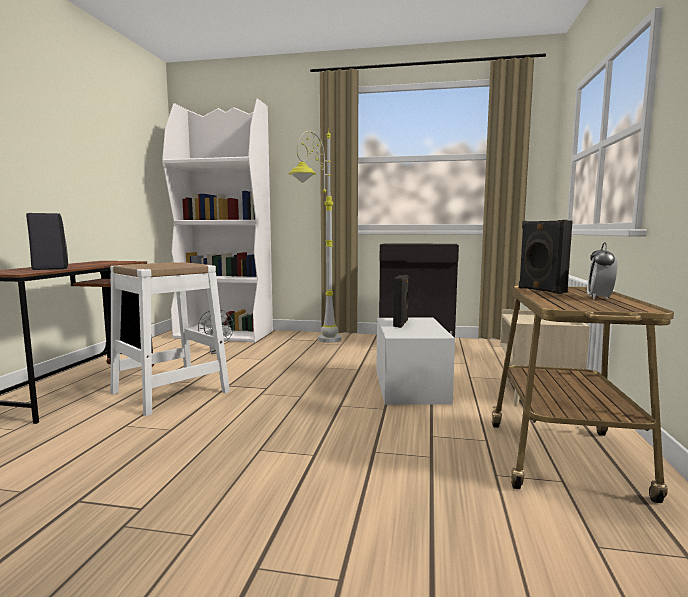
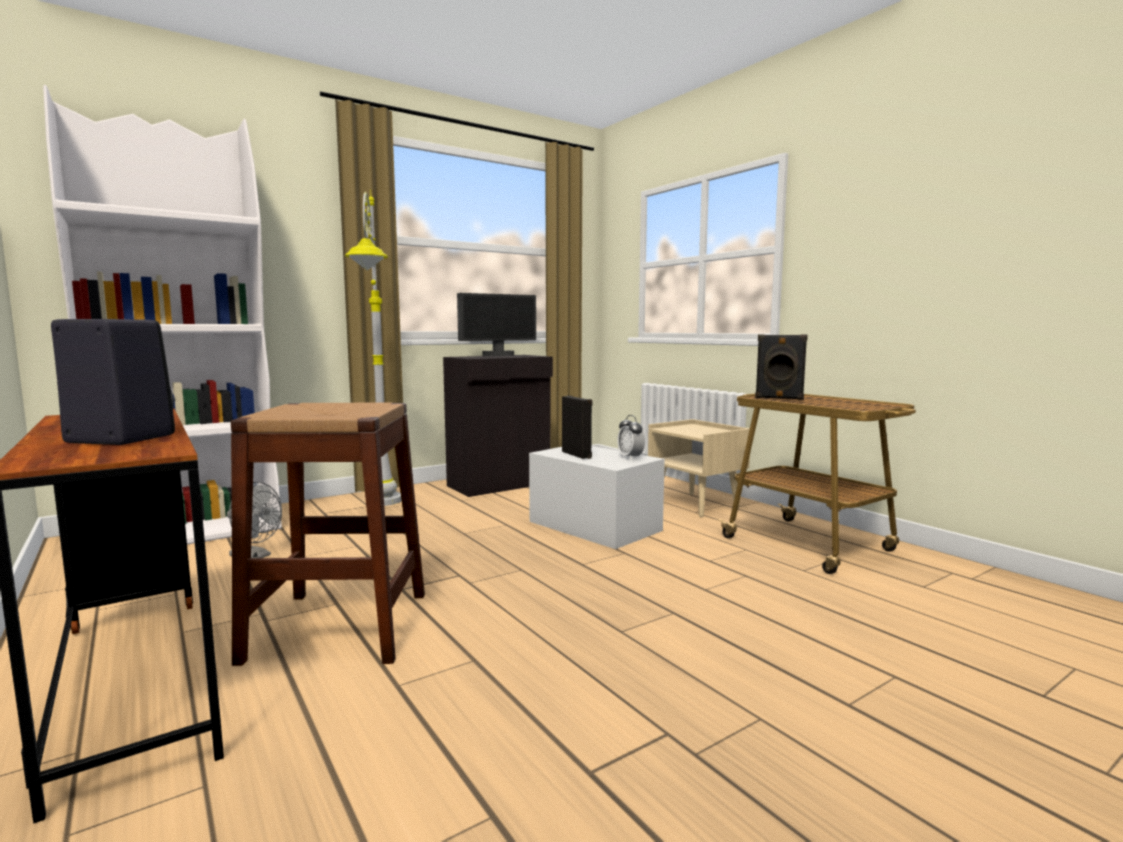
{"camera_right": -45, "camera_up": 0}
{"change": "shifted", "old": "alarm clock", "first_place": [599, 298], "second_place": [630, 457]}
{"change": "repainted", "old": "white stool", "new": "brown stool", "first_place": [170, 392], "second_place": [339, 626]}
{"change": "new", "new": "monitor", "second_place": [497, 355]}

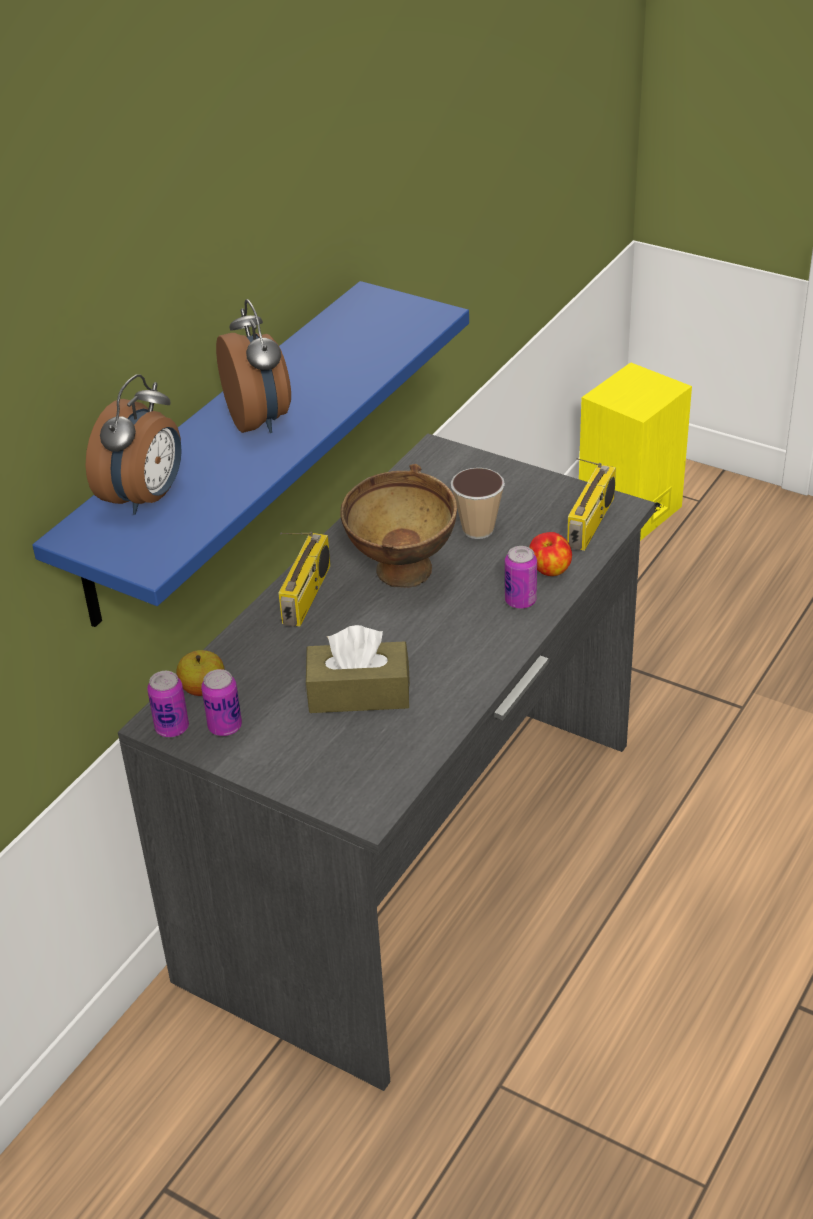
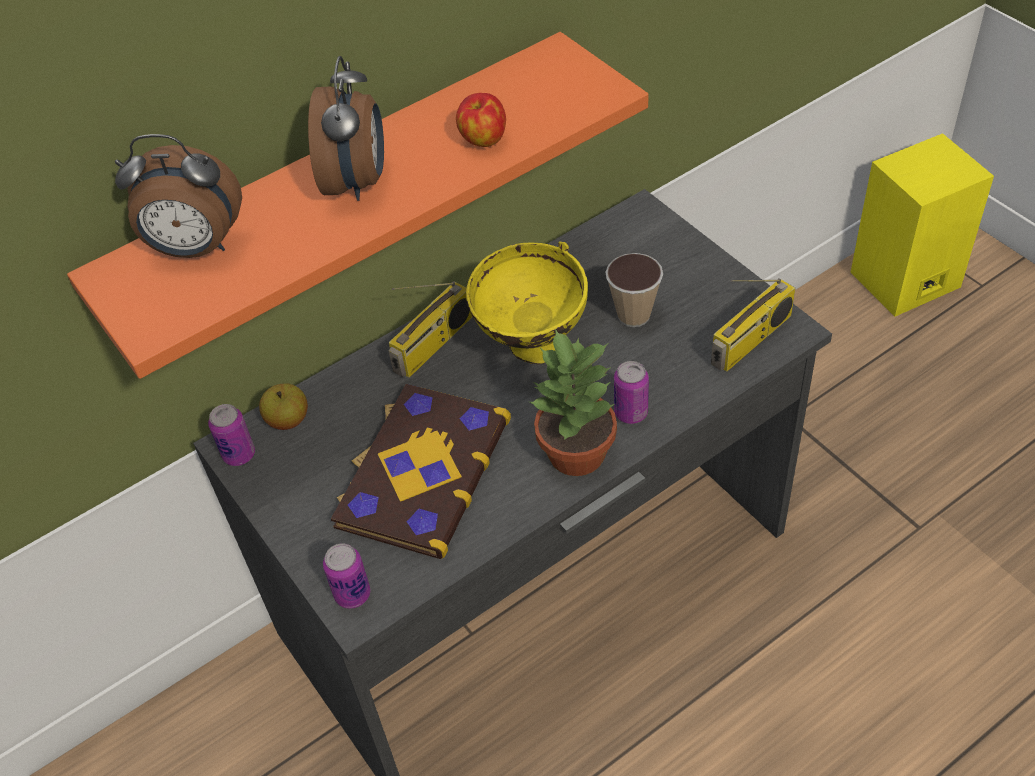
{"camera_right": 25, "camera_up": 10}
{"change": "repainted", "old": "blue shelf", "new": "orange shelf", "first_place": [220, 453], "second_place": [345, 195]}
{"change": "rotated", "old": "alarm clock", "first_place": [146, 498], "second_place": [196, 248], "degrees": 45}
{"change": "repainted", "old": "brown bowl", "new": "yellow bowl", "first_place": [402, 579], "second_place": [531, 352]}
{"change": "shifted", "old": "apple", "first_place": [549, 570], "second_place": [483, 140]}
{"change": "swapped", "old": "brown tissue box", "new": "book", "first_place": [359, 693], "second_place": [421, 471]}
{"change": "shifted", "old": "can", "first_place": [225, 727], "second_place": [352, 594]}
{"change": "new", "new": "potted plant", "second_place": [577, 454]}

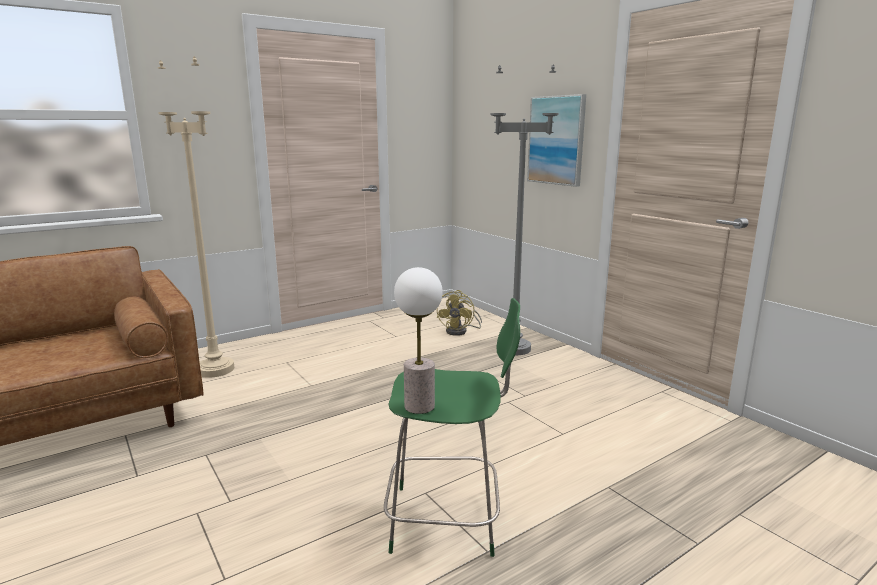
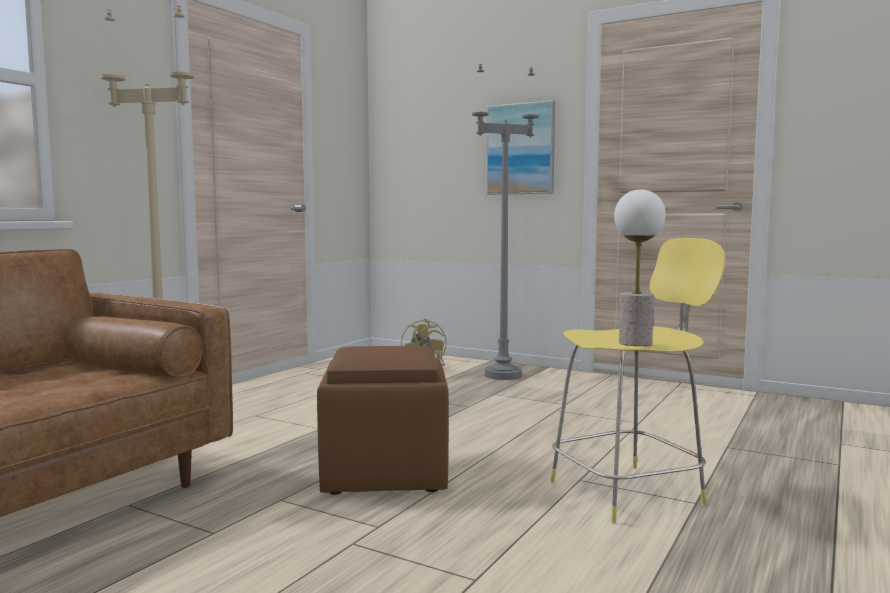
{"camera_right": -25, "camera_up": -10}
{"change": "repainted", "old": "green stool", "new": "yellow stool", "first_place": [448, 520], "second_place": [630, 492]}
{"change": "new", "new": "brown ottoman", "second_place": [386, 473]}

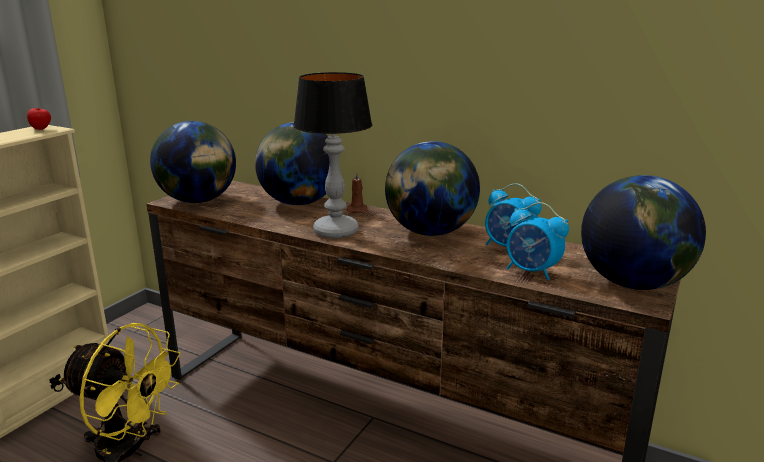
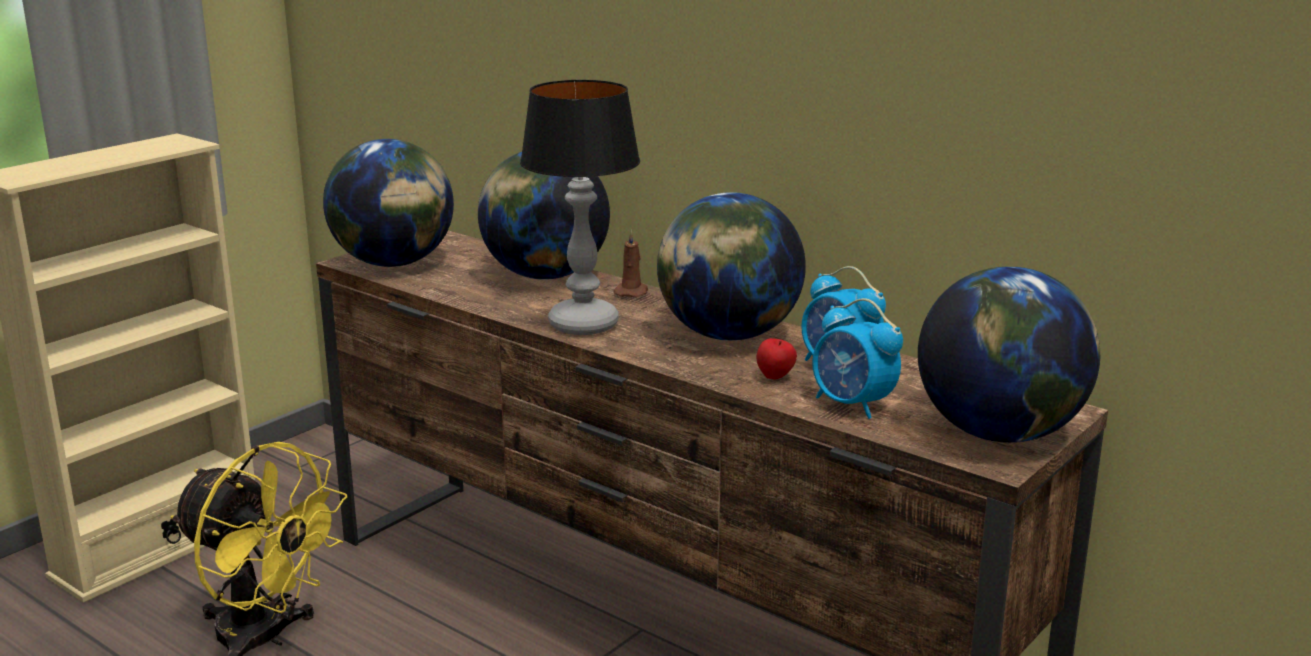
{"camera_right": 10, "camera_up": 0}
{"change": "shifted", "old": "apple", "first_place": [41, 129], "second_place": [775, 378]}

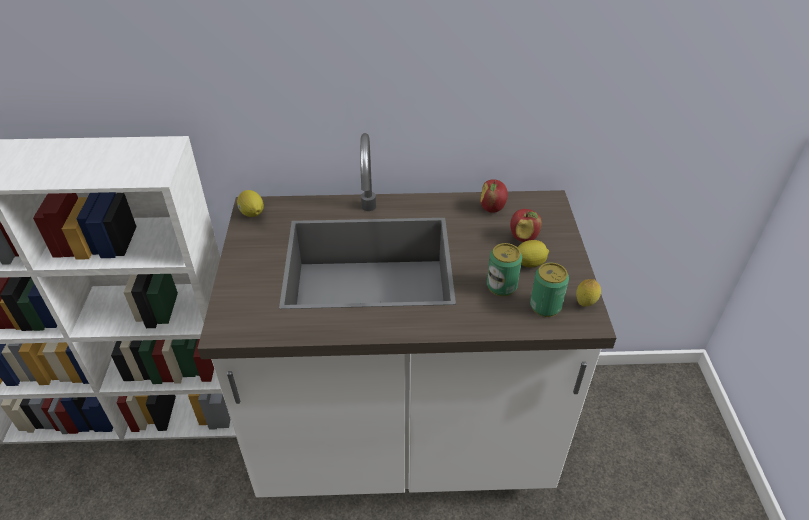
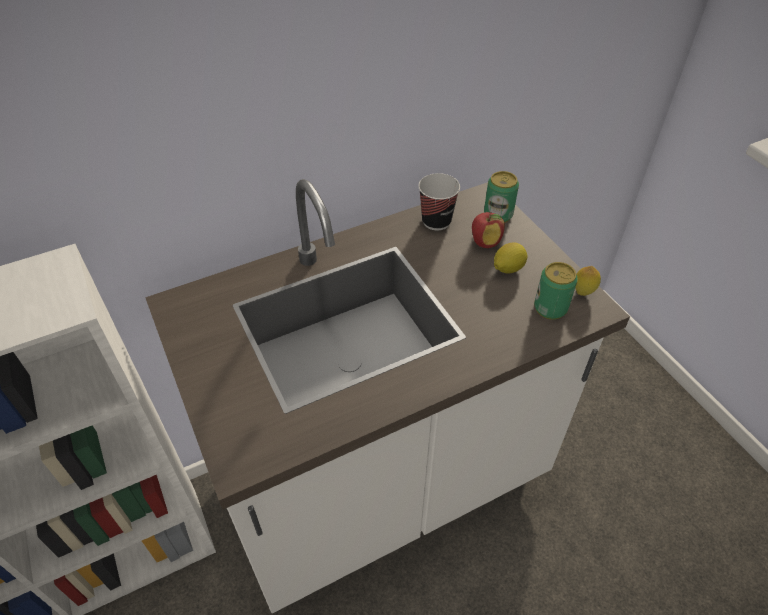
{"camera_right": -25, "camera_up": 5}
{"change": "swapped", "old": "apple", "new": "cup", "first_place": [492, 208], "second_place": [436, 221]}
{"change": "gone", "old": "lemon", "first_place": [252, 214]}
{"change": "shifted", "old": "can", "first_place": [501, 286], "second_place": [498, 214]}

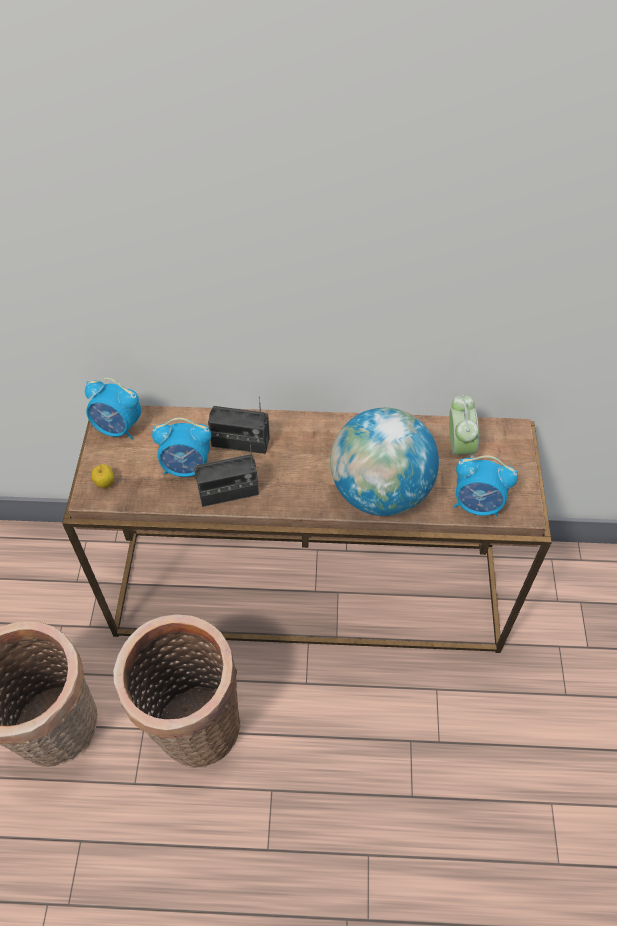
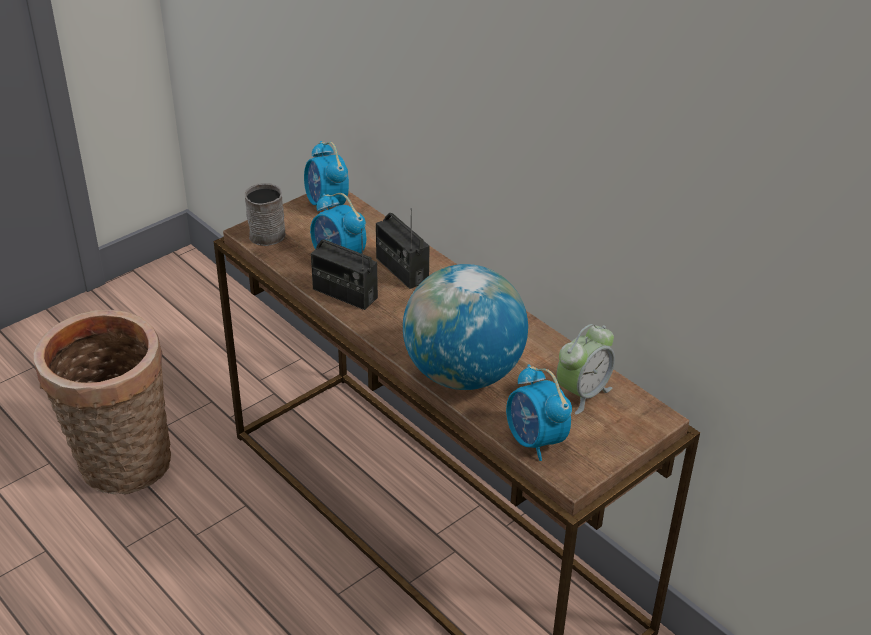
{"camera_right": 45, "camera_up": -15}
{"change": "swapped", "old": "apple", "new": "grey mug", "first_place": [105, 484], "second_place": [268, 231]}
{"change": "gone", "old": "basket", "first_place": [192, 725]}

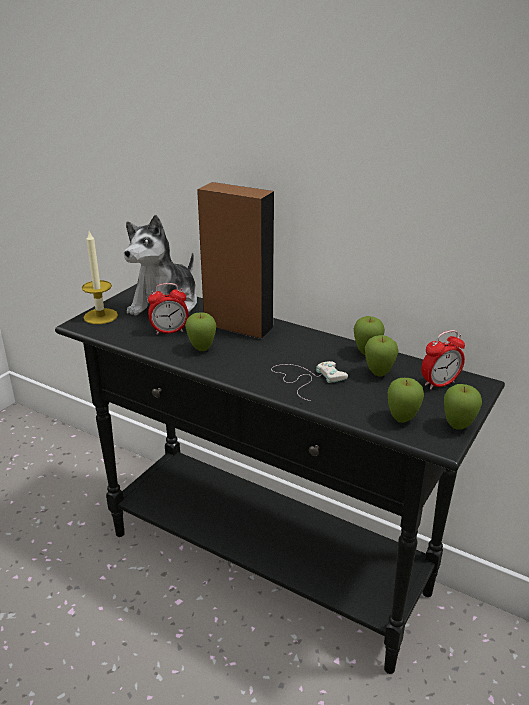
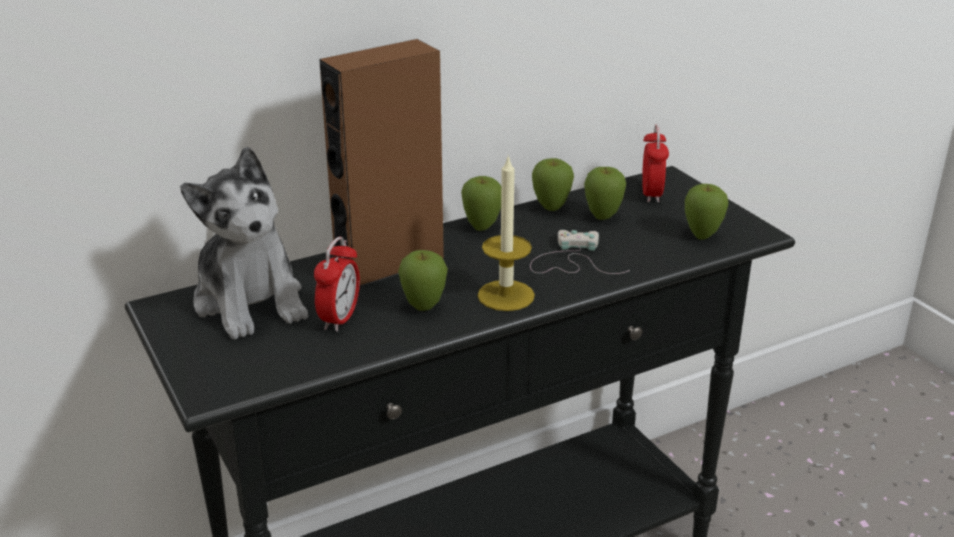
{"camera_right": -60, "camera_up": 0}
{"change": "shifted", "old": "candle", "first_place": [100, 316], "second_place": [506, 295]}
{"change": "shifted", "old": "apple", "first_place": [457, 427], "second_place": [482, 228]}

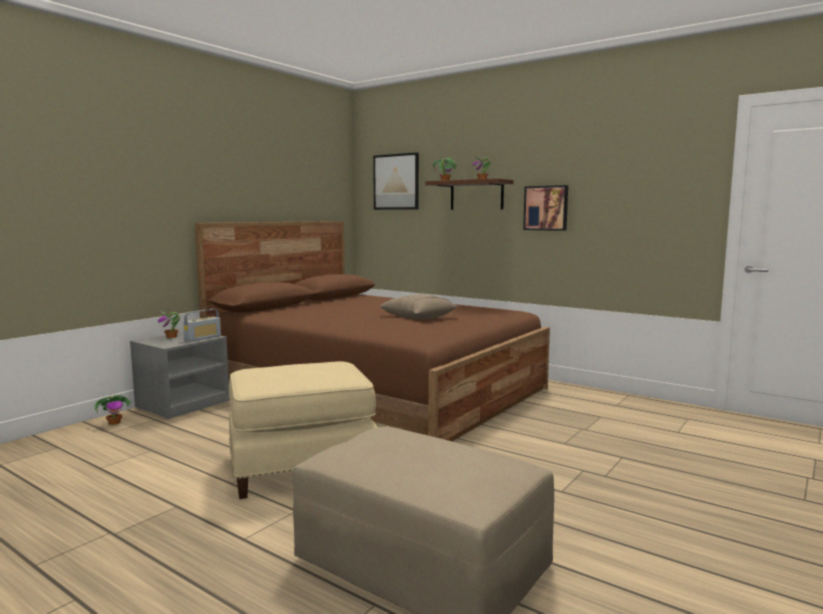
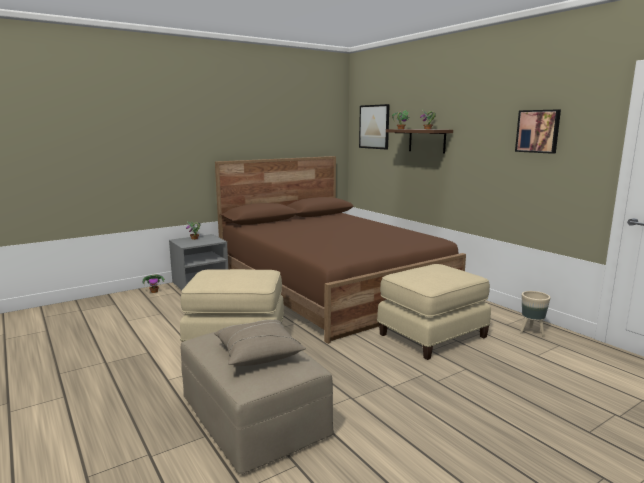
{"camera_right": 20, "camera_up": 5}
{"change": "shifted", "old": "picture", "first_place": [546, 208], "second_place": [538, 131]}
{"change": "shifted", "old": "beige pillow", "first_place": [418, 317], "second_place": [258, 354]}
{"change": "gone", "old": "radio", "first_place": [203, 338]}
{"change": "new", "new": "beige ottoman", "second_place": [431, 335]}
{"change": "new", "new": "beige planter", "second_place": [531, 332]}

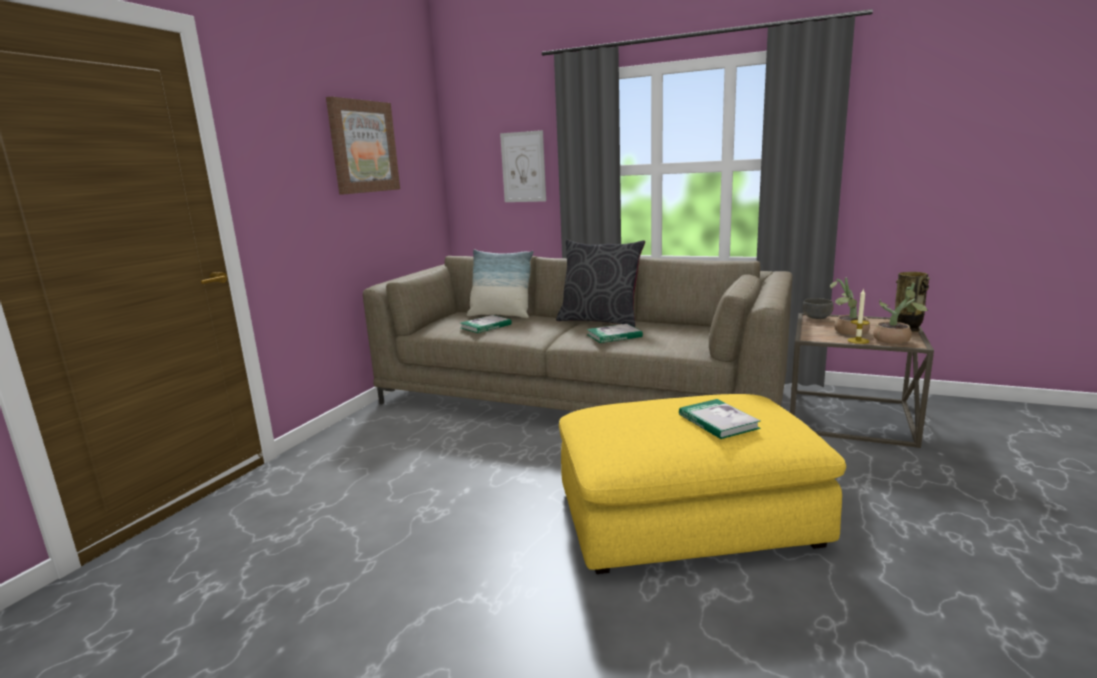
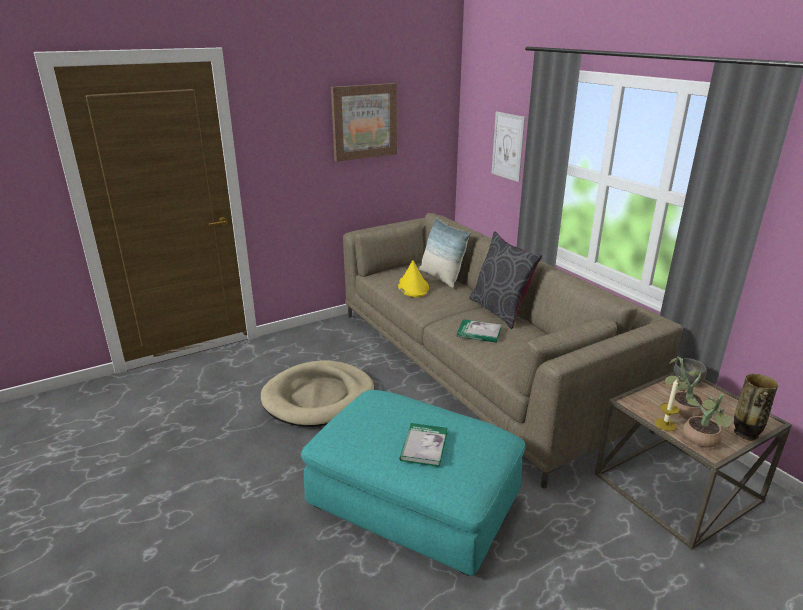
{"camera_right": 35, "camera_up": 10}
{"change": "swapped", "old": "book", "new": "yellow hat", "first_place": [485, 326], "second_place": [413, 287]}
{"change": "repainted", "old": "yellow ottoman", "new": "turquoise ottoman", "first_place": [686, 517], "second_place": [414, 500]}
{"change": "new", "new": "beige dog bed", "second_place": [319, 397]}

